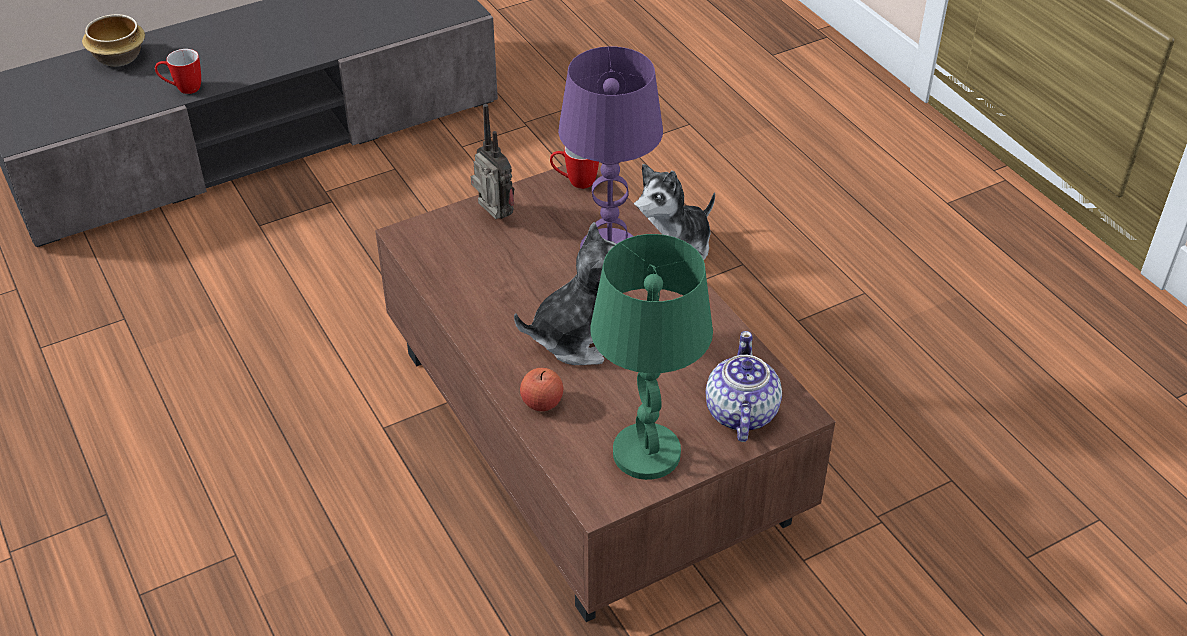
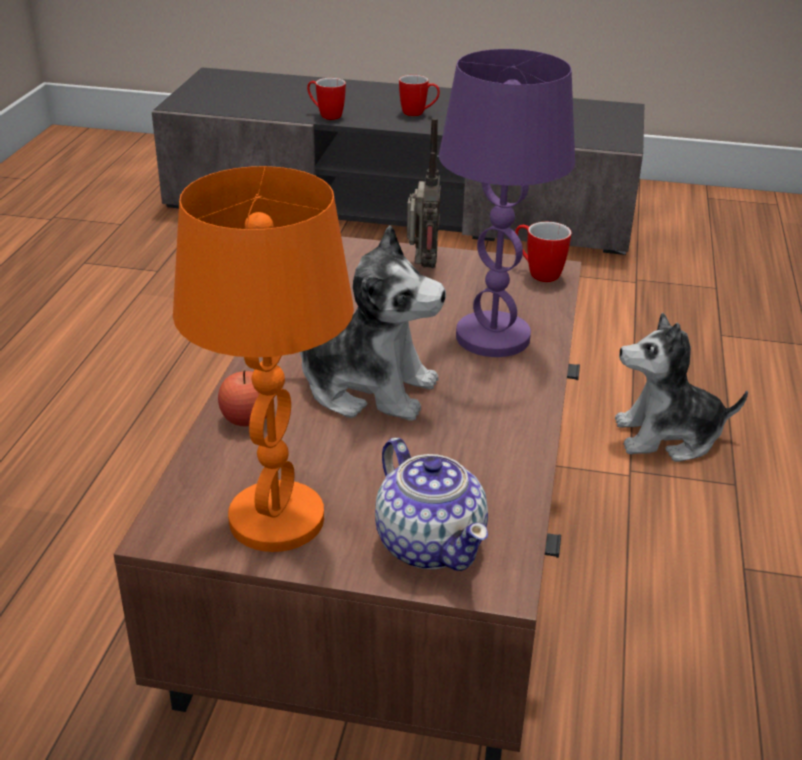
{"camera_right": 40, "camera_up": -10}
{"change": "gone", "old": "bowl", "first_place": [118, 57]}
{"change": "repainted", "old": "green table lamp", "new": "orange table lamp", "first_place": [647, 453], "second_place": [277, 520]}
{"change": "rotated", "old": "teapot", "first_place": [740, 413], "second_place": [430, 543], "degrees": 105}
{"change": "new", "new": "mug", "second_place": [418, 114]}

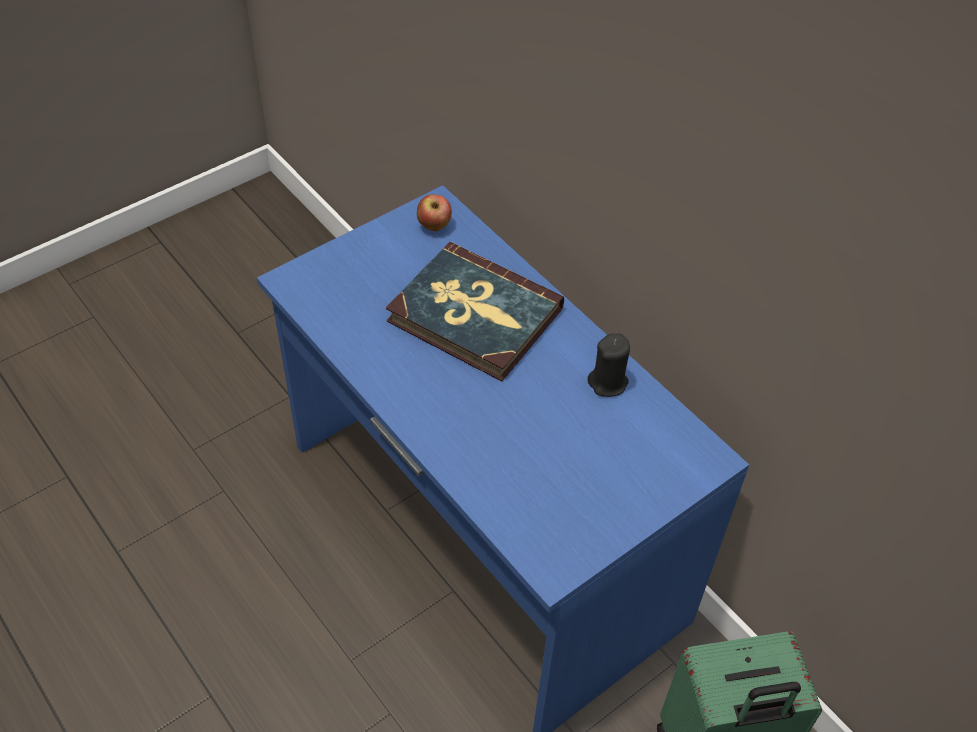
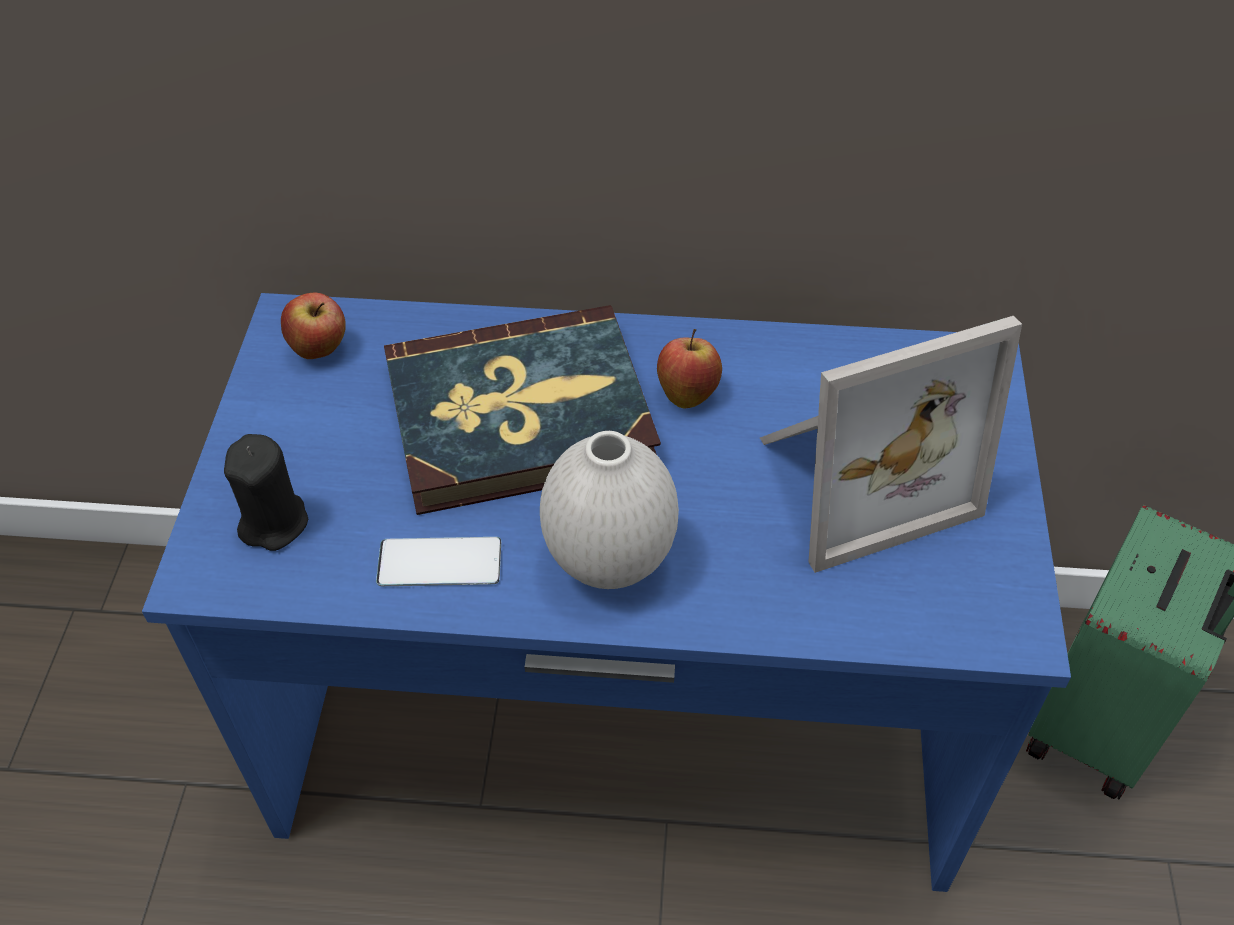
{"camera_right": -45, "camera_up": 0}
{"change": "shifted", "old": "black candle", "first_place": [608, 382], "second_place": [274, 522]}
{"change": "new", "new": "picture frame", "second_place": [857, 476]}
{"change": "new", "new": "apple", "second_place": [687, 393]}
{"change": "new", "new": "white vase", "second_place": [607, 563]}
{"change": "new", "new": "phone", "second_place": [439, 562]}

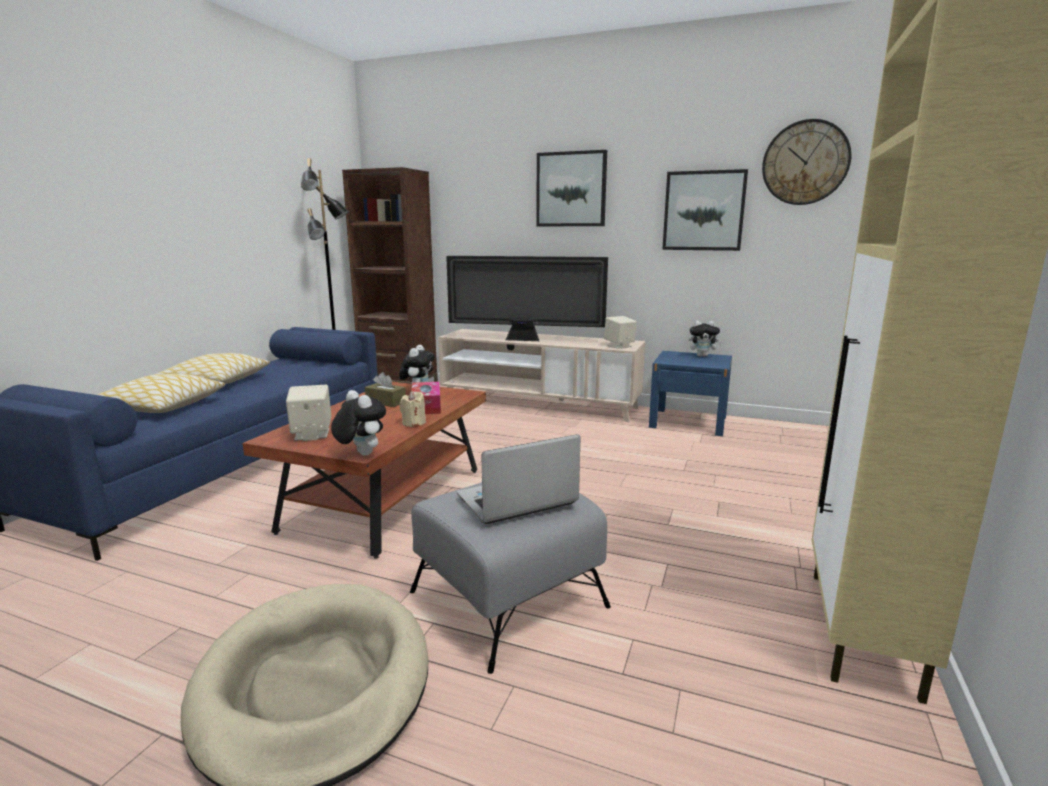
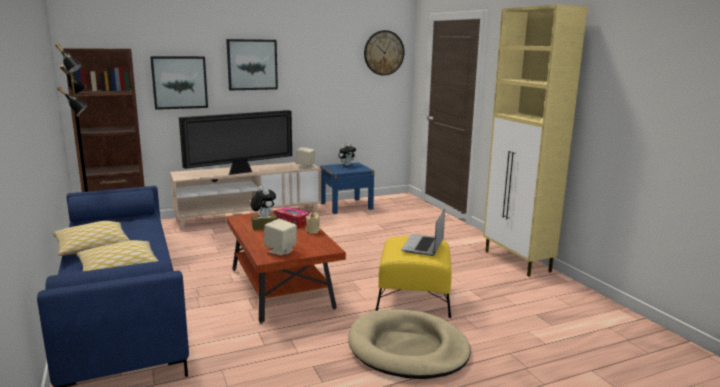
{"camera_right": -45, "camera_up": 0}
{"change": "shifted", "old": "picture", "first_place": [703, 211], "second_place": [179, 82]}
{"change": "gone", "old": "plush toy", "first_place": [360, 454]}
{"change": "repainted", "old": "grey ottoman", "new": "yellow ottoman", "first_place": [506, 599], "second_place": [413, 298]}

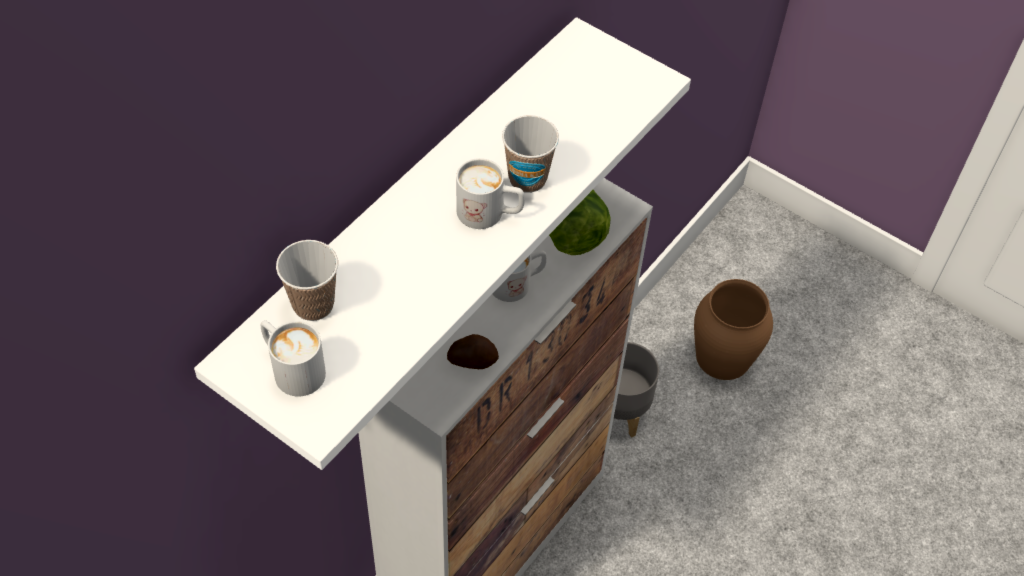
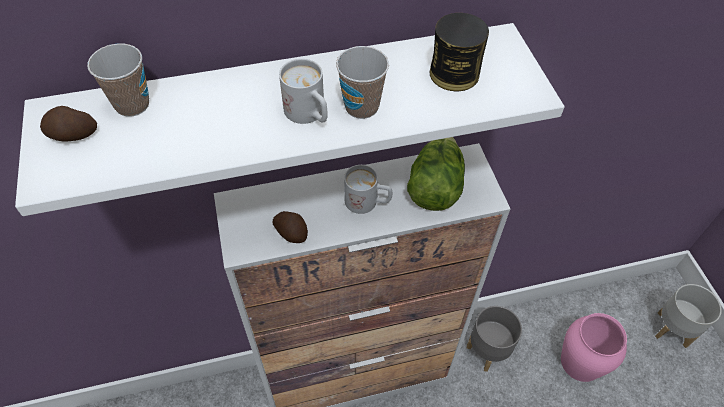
{"camera_right": 40, "camera_up": 0}
{"change": "repainted", "old": "brown vase", "new": "pink vase", "first_place": [724, 356], "second_place": [581, 362]}
{"change": "swapped", "old": "white mug", "new": "potato", "first_place": [292, 368], "second_place": [72, 135]}
{"change": "new", "new": "can", "second_place": [454, 74]}
{"change": "new", "new": "grey planter", "second_place": [672, 330]}

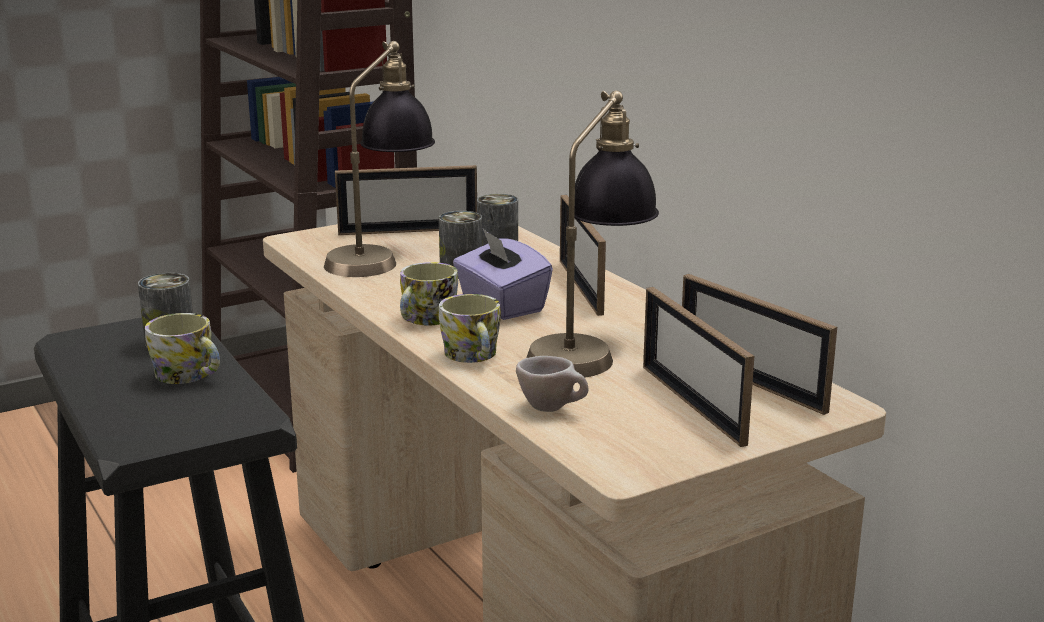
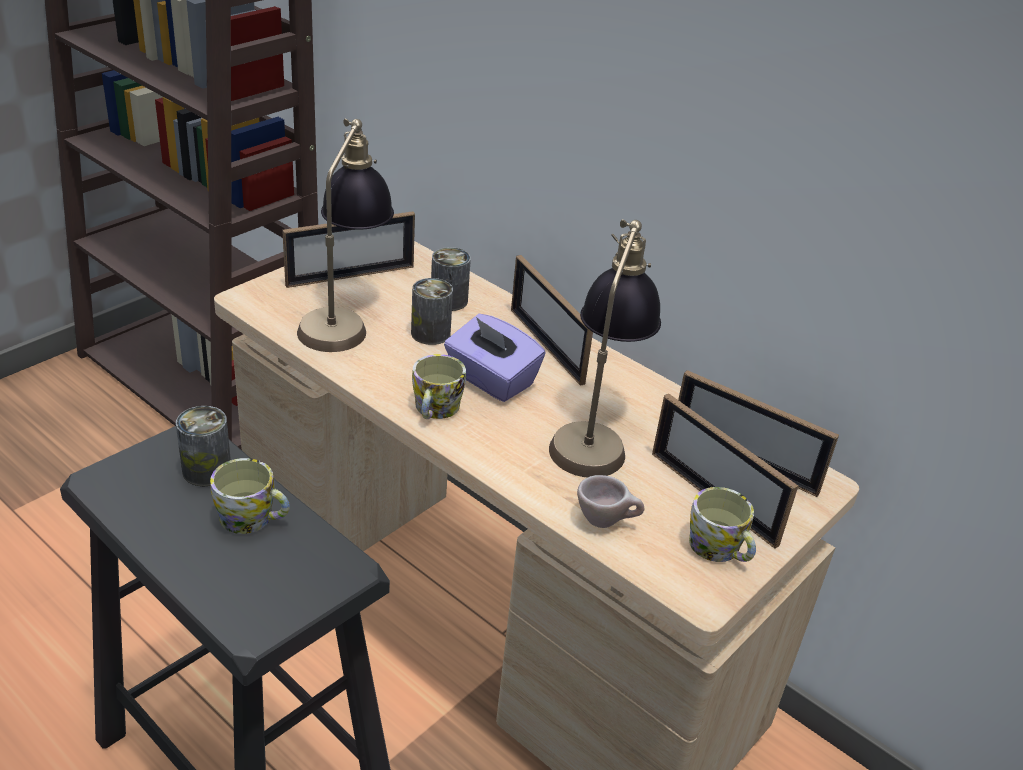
{"camera_right": -20, "camera_up": 15}
{"change": "shifted", "old": "mug", "first_place": [473, 357], "second_place": [719, 550]}

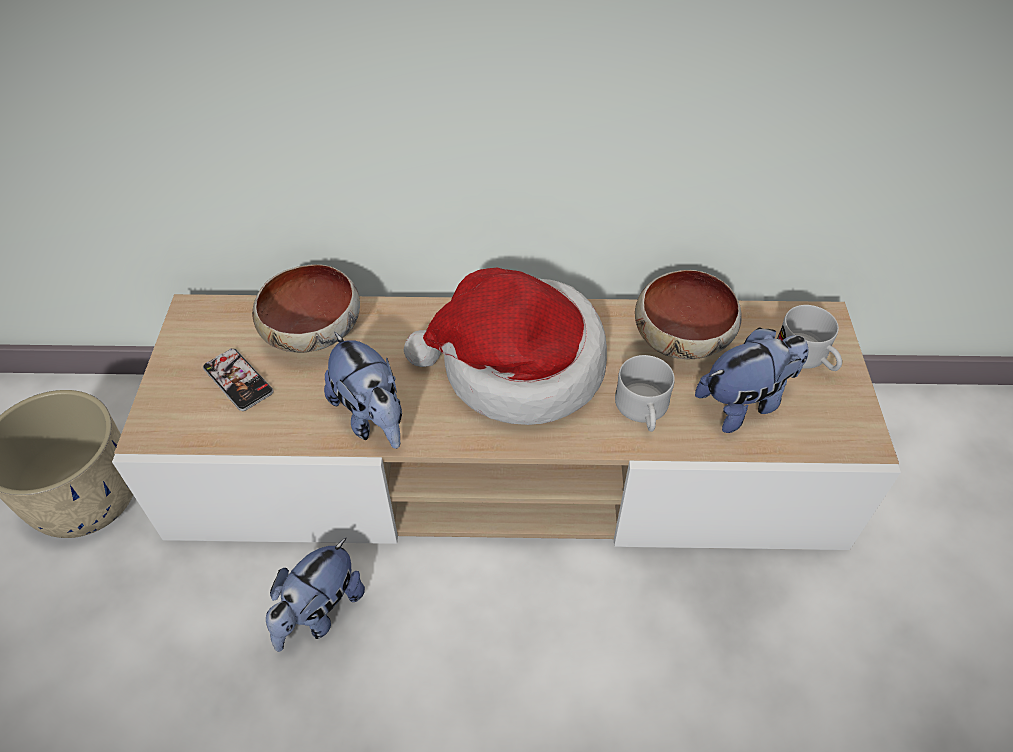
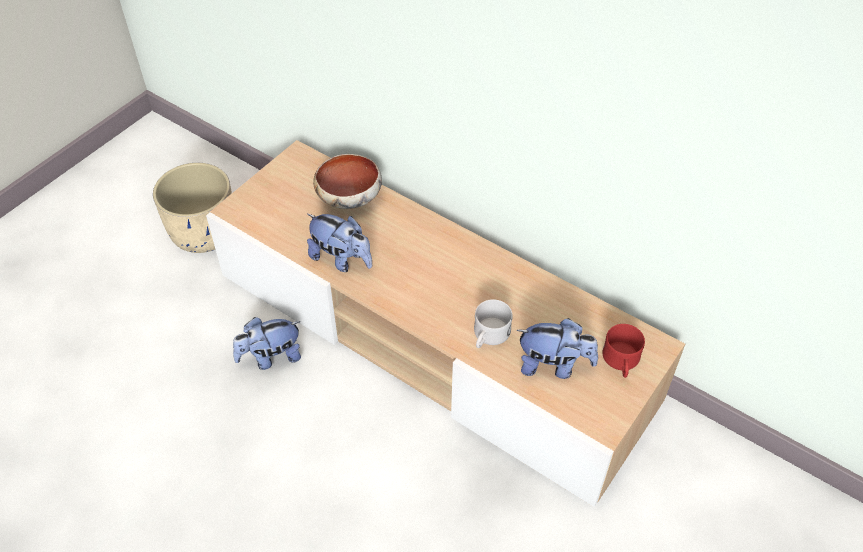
{"camera_right": 35, "camera_up": 0}
{"change": "gone", "old": "hat", "first_place": [517, 367]}
{"change": "gone", "old": "bowl", "first_place": [681, 336]}
{"change": "repainted", "old": "white mug", "new": "red mug", "first_place": [807, 358], "second_place": [621, 362]}
{"change": "rotated", "old": "plush toy", "first_place": [372, 417], "second_place": [341, 259], "degrees": -60}
{"change": "gone", "old": "phone", "first_place": [238, 380]}

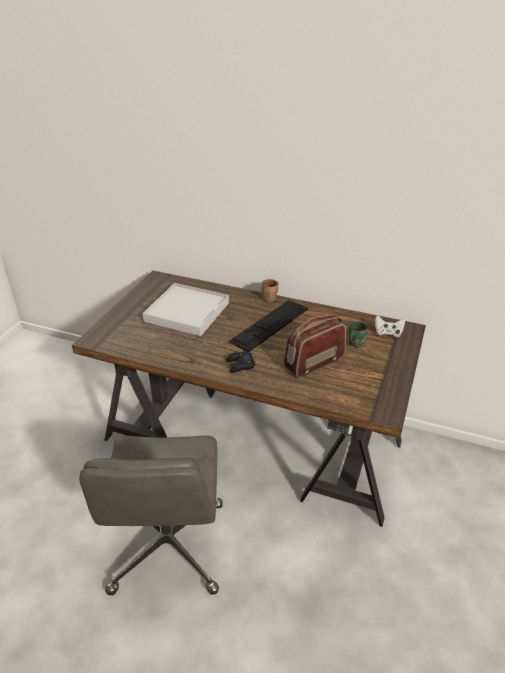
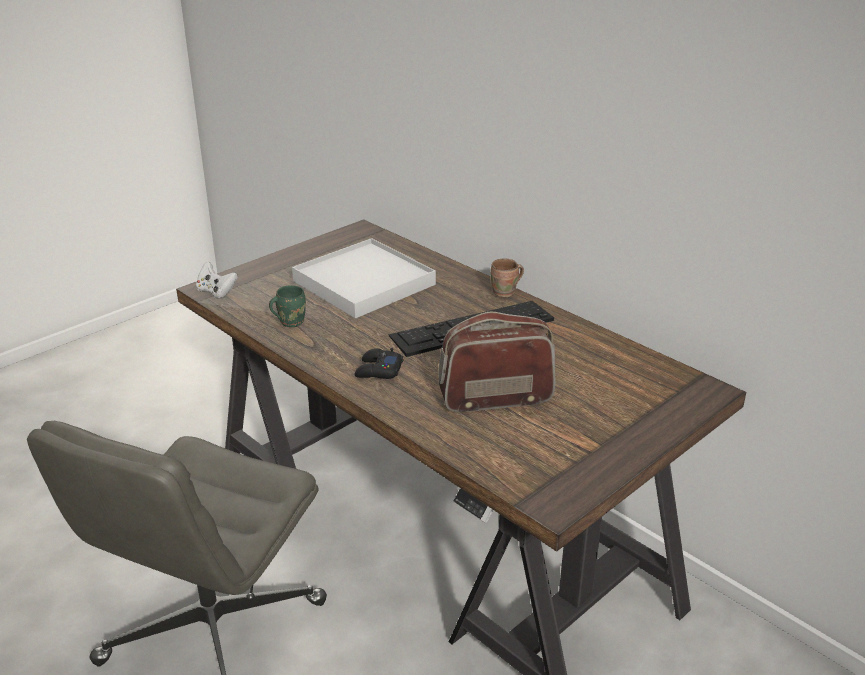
{"camera_right": 25, "camera_up": -5}
{"change": "shifted", "old": "white game controller", "first_place": [388, 333], "second_place": [216, 292]}
{"change": "shifted", "old": "green mug", "first_place": [354, 343], "second_place": [290, 321]}

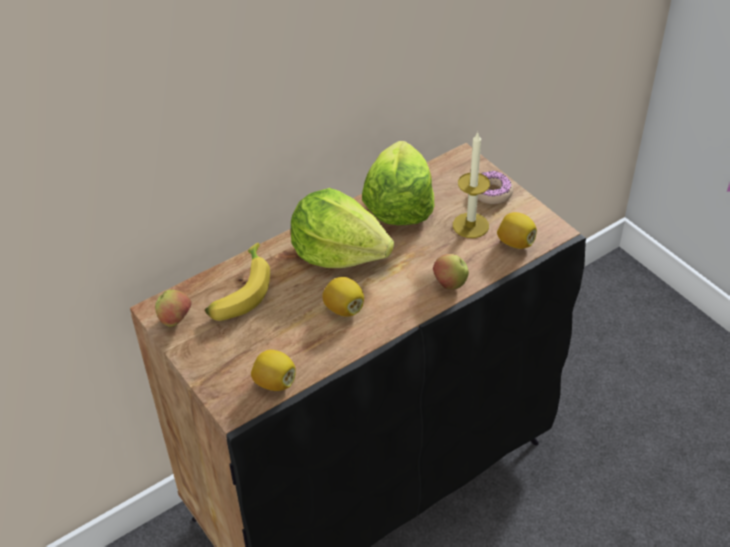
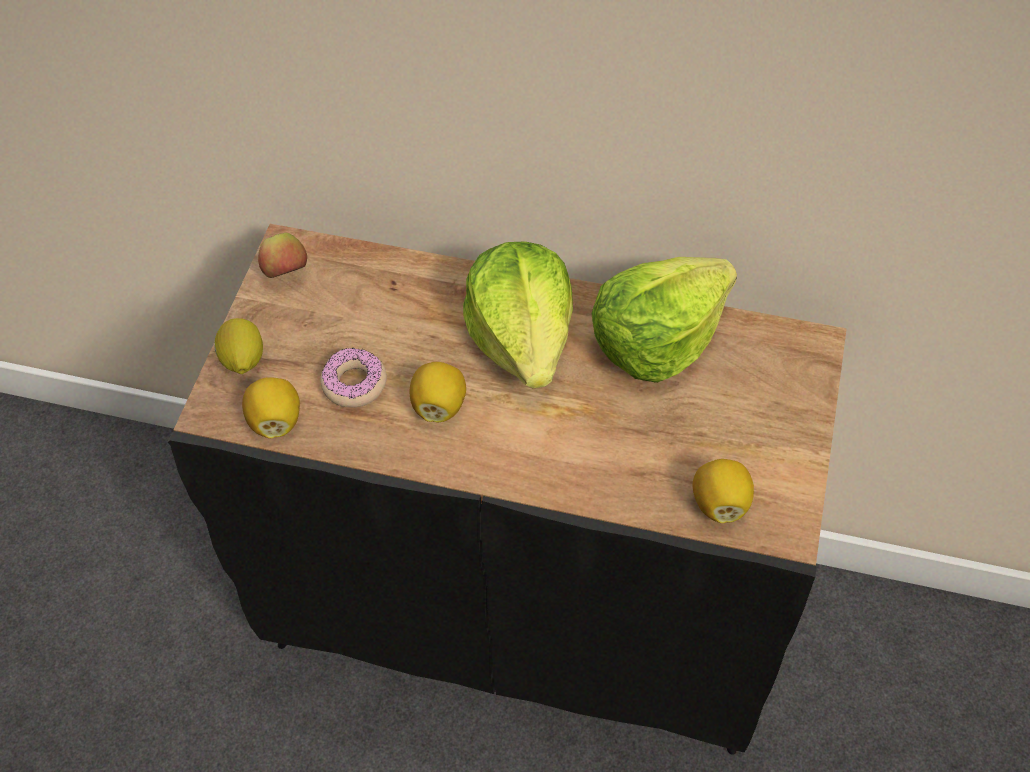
{"camera_right": 50, "camera_up": 10}
{"change": "gone", "old": "candle", "first_place": [470, 225]}
{"change": "shifted", "old": "donut", "first_place": [492, 192], "second_place": [354, 383]}
{"change": "gone", "old": "banana", "first_place": [239, 291]}
{"change": "gone", "old": "apple", "first_place": [449, 284]}
{"change": "new", "new": "lemon", "second_place": [243, 360]}

